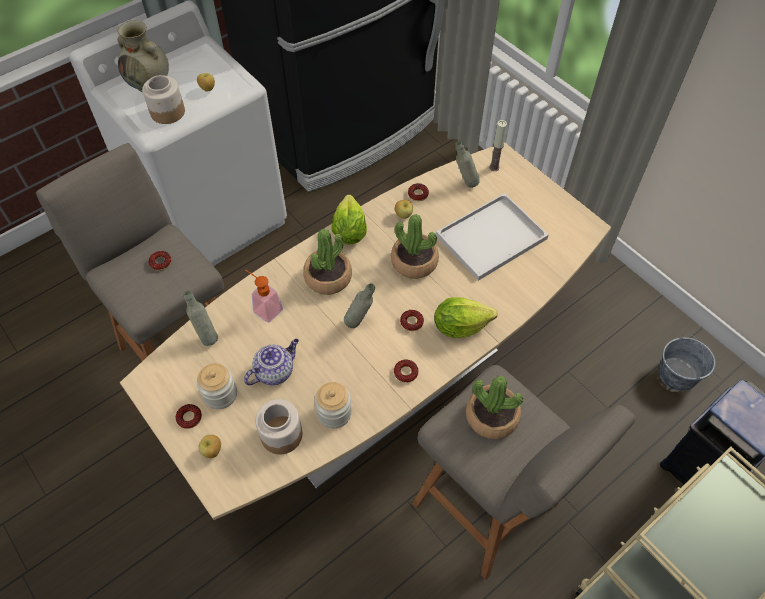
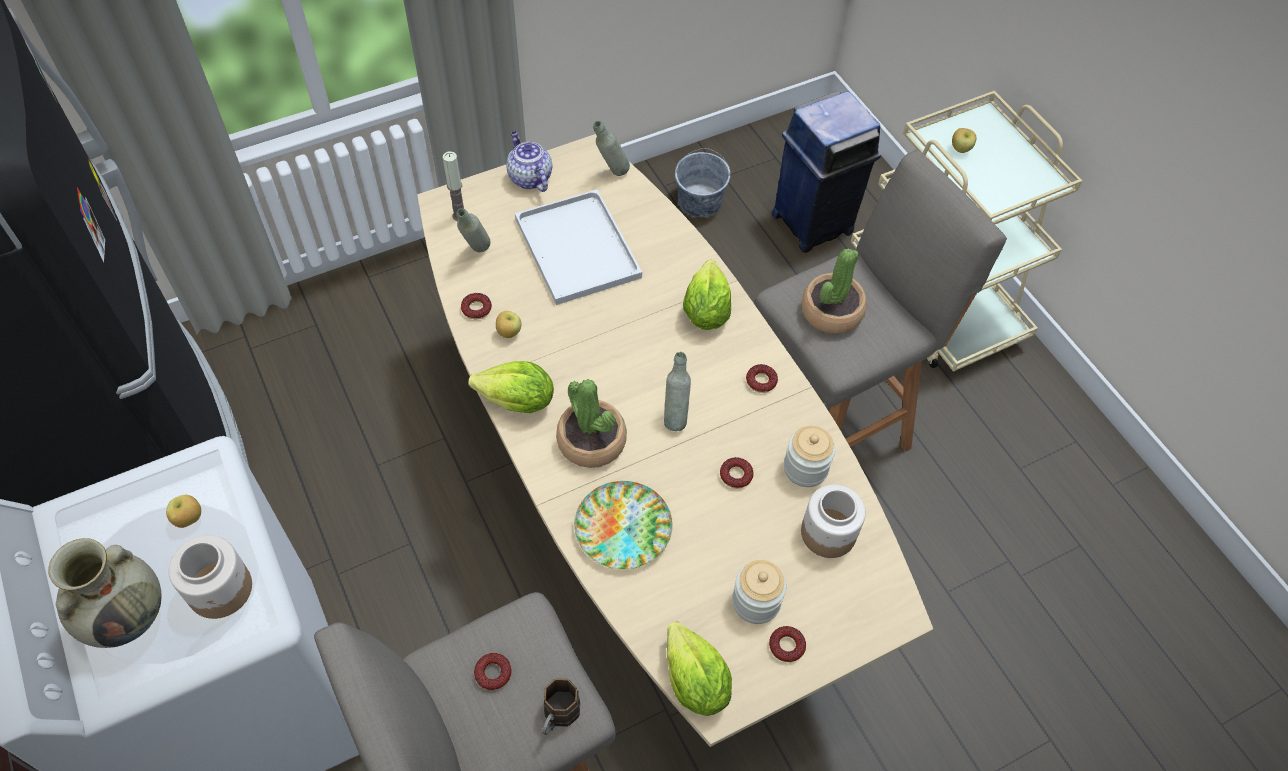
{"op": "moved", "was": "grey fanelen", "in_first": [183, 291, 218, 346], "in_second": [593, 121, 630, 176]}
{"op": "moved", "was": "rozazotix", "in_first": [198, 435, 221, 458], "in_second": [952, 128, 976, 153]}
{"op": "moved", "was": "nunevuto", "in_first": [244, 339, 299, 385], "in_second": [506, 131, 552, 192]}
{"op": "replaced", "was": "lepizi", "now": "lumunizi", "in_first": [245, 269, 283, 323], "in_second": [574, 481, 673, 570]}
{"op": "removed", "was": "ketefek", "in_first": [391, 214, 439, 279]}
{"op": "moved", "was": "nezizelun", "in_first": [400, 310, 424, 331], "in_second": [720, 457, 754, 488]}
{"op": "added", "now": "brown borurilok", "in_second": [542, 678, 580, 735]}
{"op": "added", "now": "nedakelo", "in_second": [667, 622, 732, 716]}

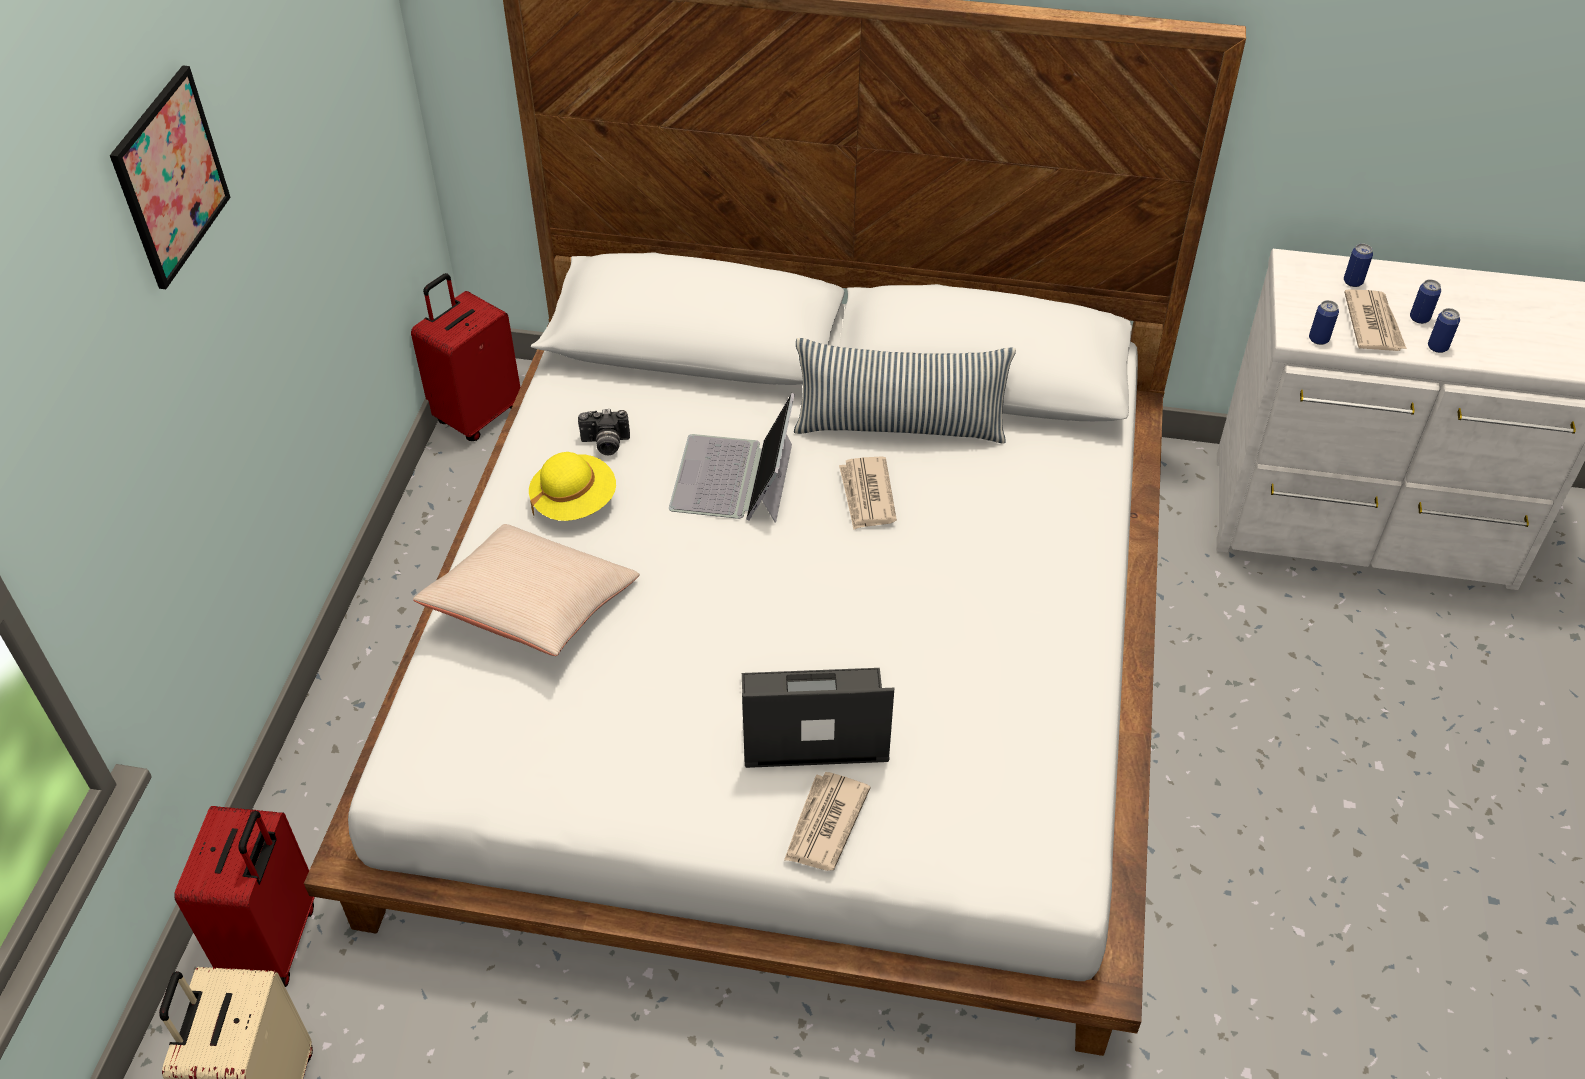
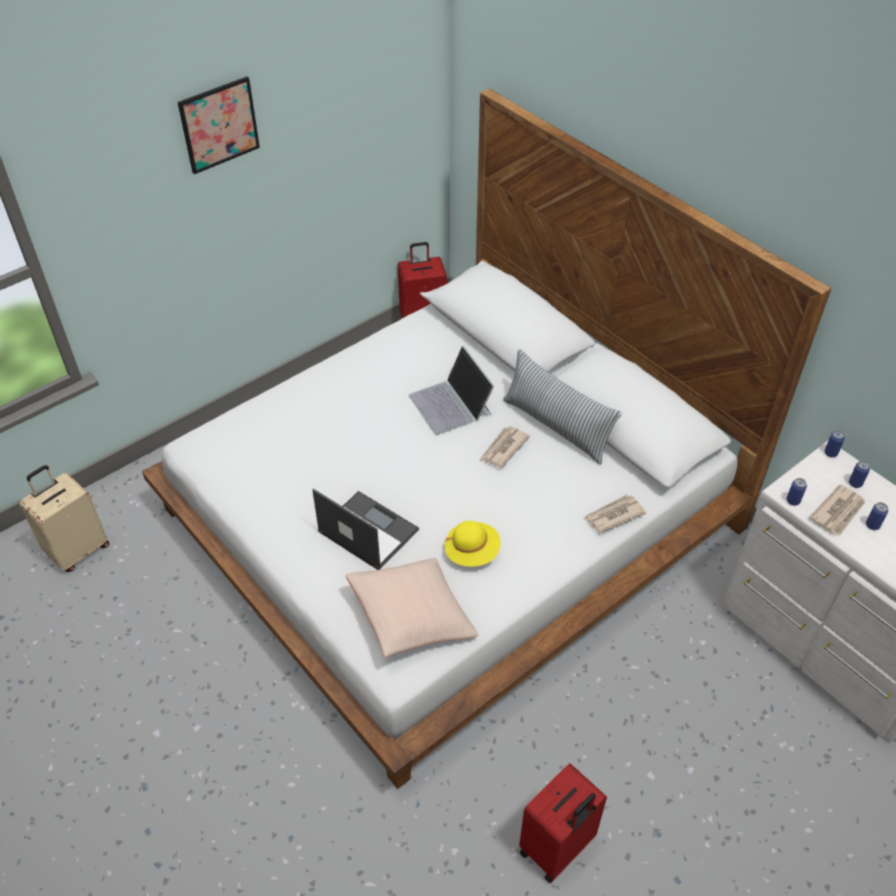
{"op": "moved", "was": "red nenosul", "in_first": [174, 806, 315, 987], "in_second": [519, 763, 607, 883]}
{"op": "moved", "was": "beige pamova", "in_first": [413, 524, 640, 656], "in_second": [345, 558, 478, 657]}
{"op": "moved", "was": "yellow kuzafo", "in_first": [529, 452, 616, 521], "in_second": [445, 521, 501, 567]}
{"op": "removed", "was": "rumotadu", "in_first": [578, 409, 630, 455]}
{"op": "turned", "was": "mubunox", "in_first": [669, 393, 795, 523], "in_second": [409, 346, 494, 435], "clockwise": -75}
{"op": "moved", "was": "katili", "in_first": [784, 772, 871, 871], "in_second": [584, 495, 646, 533]}
{"op": "moved", "was": "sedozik", "in_first": [1428, 308, 1460, 353], "in_second": [825, 430, 845, 457]}

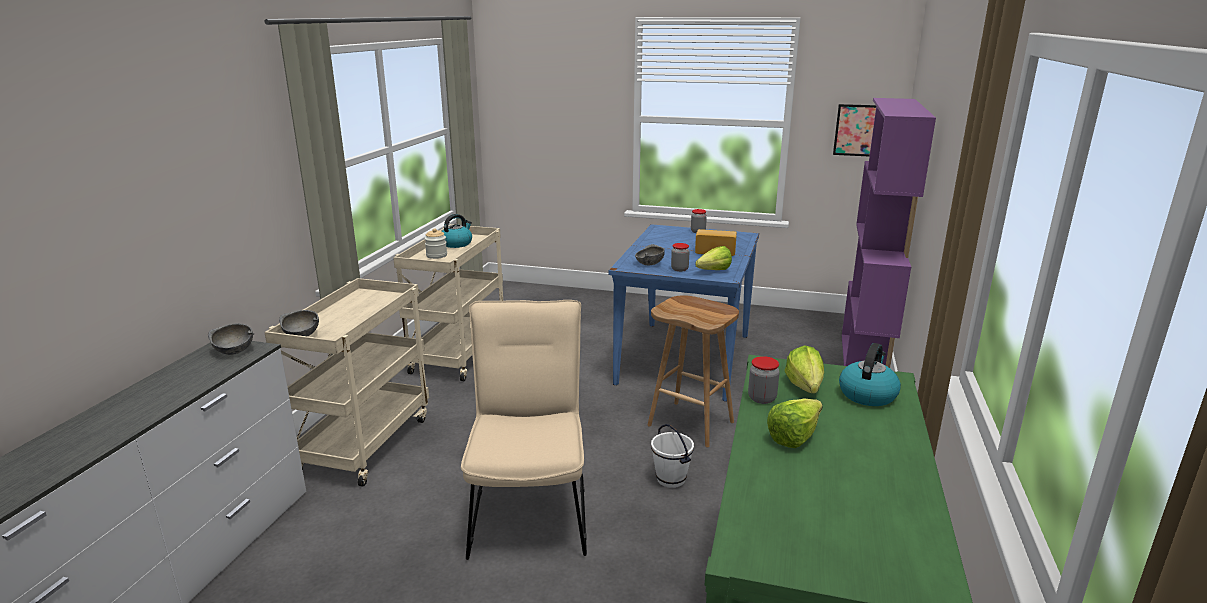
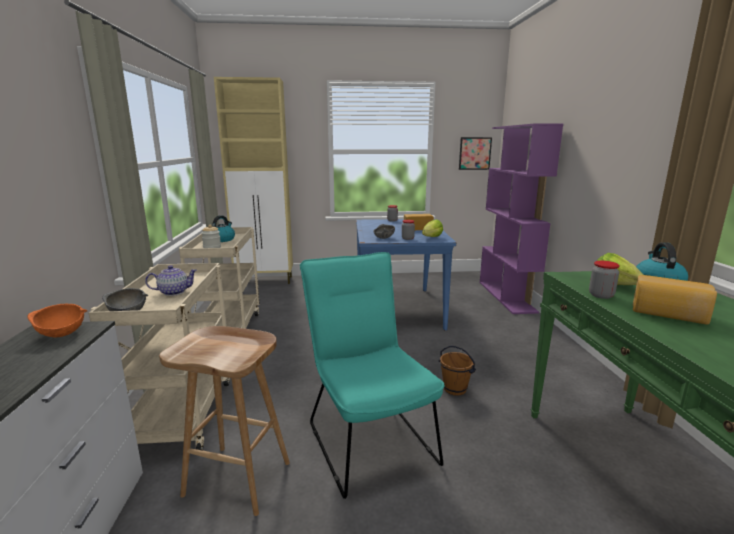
{"op": "recoloured", "was": "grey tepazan", "now": "orange tepazan", "in_first": [208, 323, 254, 355], "in_second": [27, 304, 87, 337]}
{"op": "recoloured", "was": "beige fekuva", "now": "turquoise fekuva", "in_first": [461, 300, 587, 560], "in_second": [300, 252, 445, 499]}
{"op": "moved", "was": "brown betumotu", "in_first": [647, 295, 739, 447], "in_second": [159, 326, 290, 516]}
{"op": "recoloured", "was": "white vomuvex", "now": "brown vomuvex", "in_first": [651, 424, 694, 488], "in_second": [438, 346, 476, 396]}
{"op": "replaced", "was": "nedakelo", "now": "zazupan", "in_first": [767, 399, 823, 448], "in_second": [633, 275, 717, 325]}
{"op": "added", "now": "nunevuto", "in_second": [145, 265, 197, 296]}
{"op": "added", "now": "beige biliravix", "in_second": [214, 77, 293, 284]}

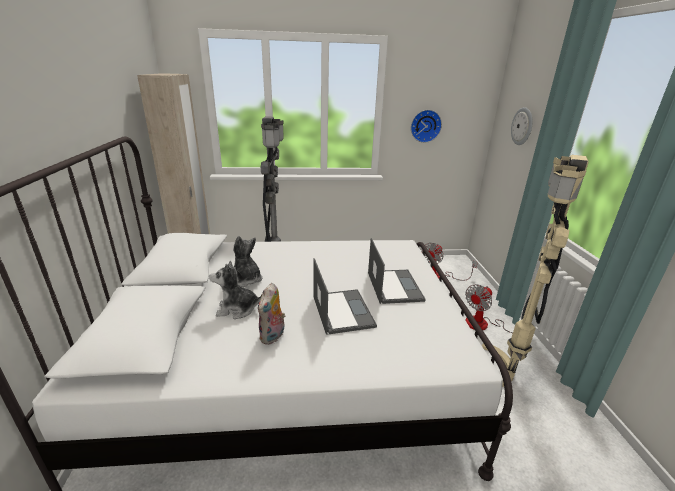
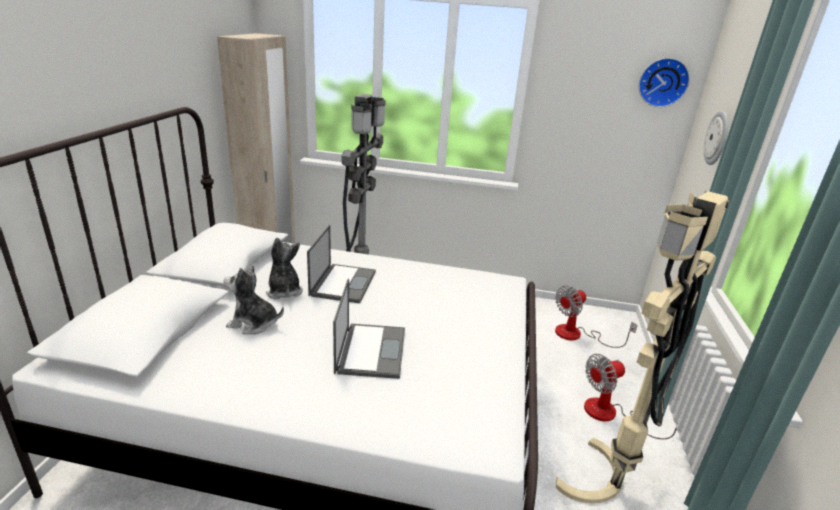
{"op": "removed", "was": "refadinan", "in_first": [258, 283, 285, 345]}
{"op": "moved", "was": "mubunox", "in_first": [368, 238, 426, 304], "in_second": [307, 225, 376, 303]}
{"op": "moved", "was": "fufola", "in_first": [411, 110, 442, 143], "in_second": [639, 58, 690, 107]}

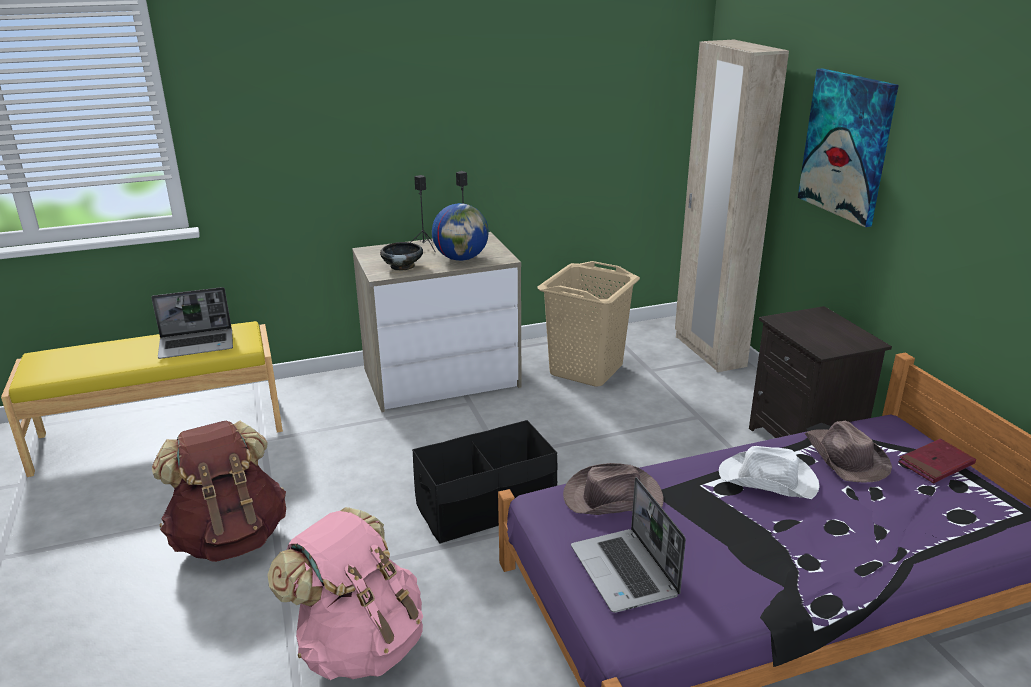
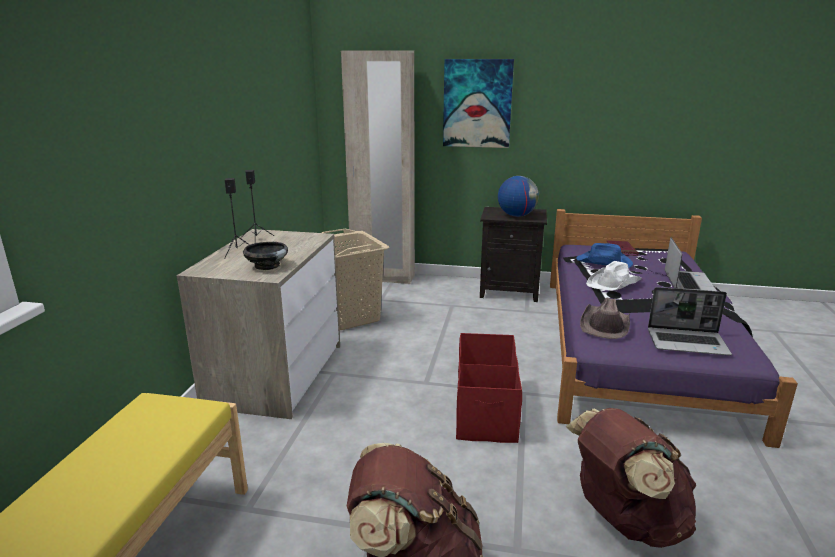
{"op": "moved", "was": "mubunox", "in_first": [151, 287, 233, 359], "in_second": [665, 237, 717, 291]}
{"op": "recoloured", "was": "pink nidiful", "now": "brown nidiful", "in_first": [267, 507, 423, 680], "in_second": [565, 408, 696, 548]}
{"op": "recoloured", "was": "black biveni", "now": "red biveni", "in_first": [412, 420, 557, 544], "in_second": [456, 333, 522, 443]}
{"op": "moved", "was": "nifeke", "in_first": [432, 203, 489, 261], "in_second": [498, 176, 539, 217]}
{"op": "recoloured", "was": "brown kuzafo", "now": "blue kuzafo", "in_first": [805, 420, 892, 482], "in_second": [576, 243, 633, 268]}

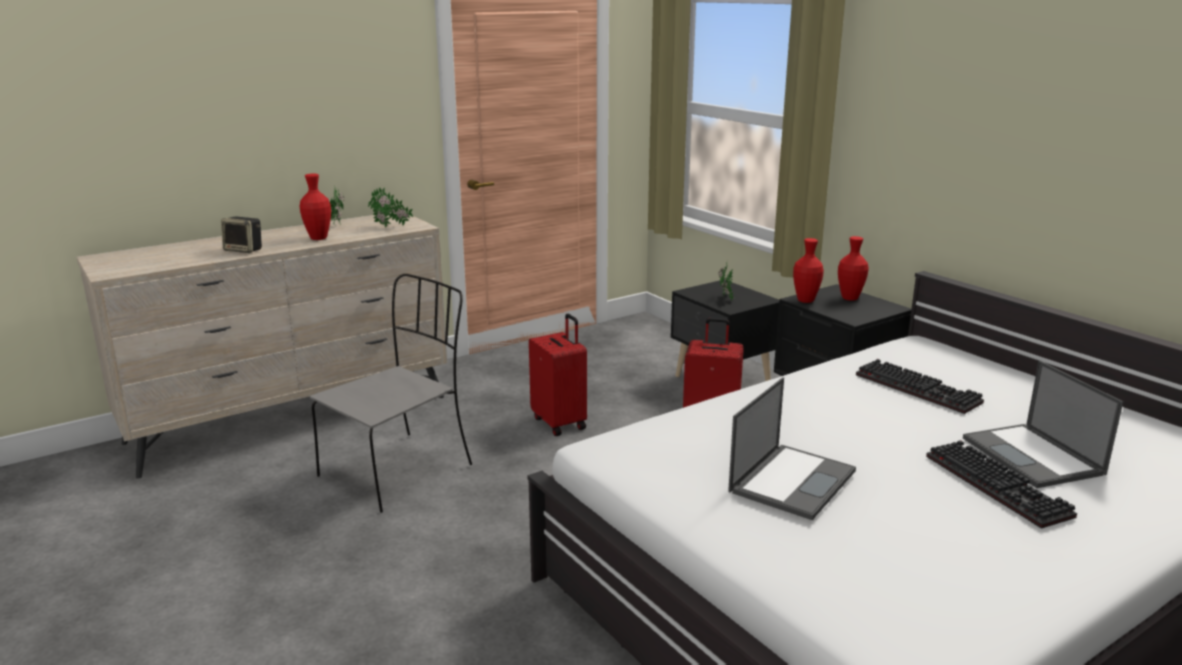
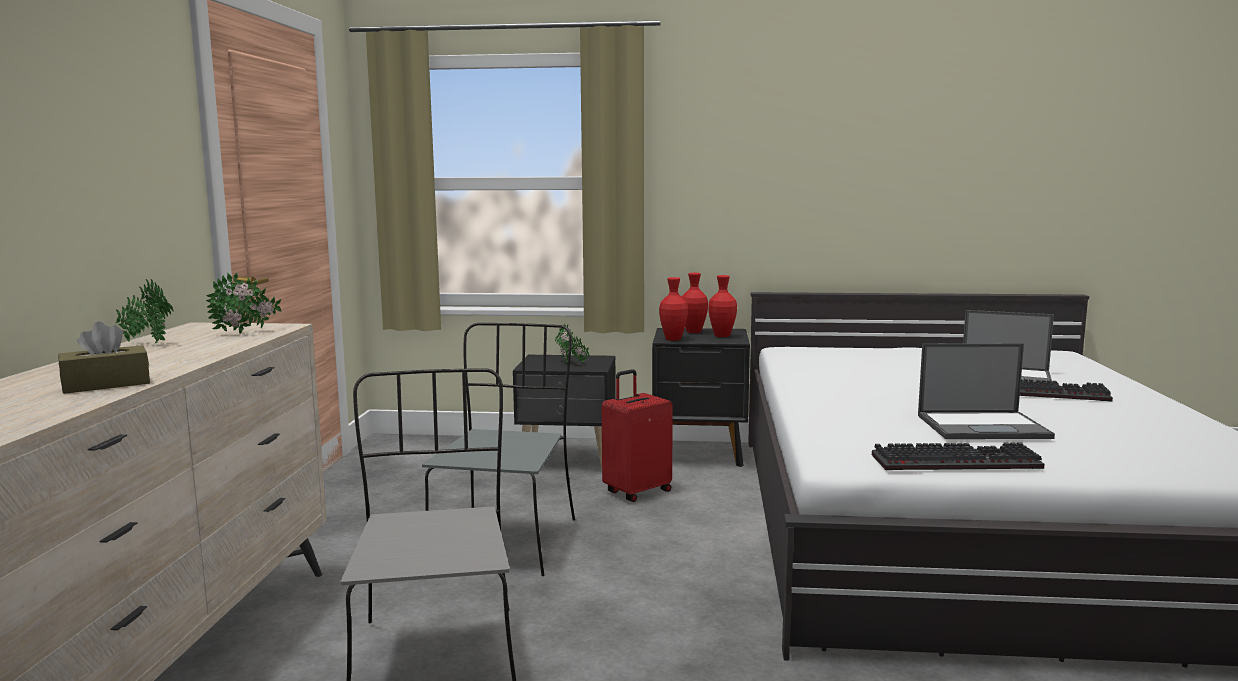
{"op": "replaced", "was": "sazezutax", "now": "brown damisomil", "in_first": [221, 217, 262, 253], "in_second": [58, 321, 150, 394]}
{"op": "moved", "was": "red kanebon", "in_first": [299, 174, 331, 240], "in_second": [709, 275, 737, 337]}
{"op": "replaced", "was": "red nenosul", "now": "grey fekuva", "in_first": [529, 314, 587, 436], "in_second": [422, 323, 575, 576]}
{"op": "turned", "was": "mubunox", "in_first": [728, 377, 856, 520], "in_second": [918, 343, 1055, 439], "clockwise": 105}
{"op": "moved", "was": "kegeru", "in_first": [856, 359, 984, 414], "in_second": [872, 442, 1045, 470]}

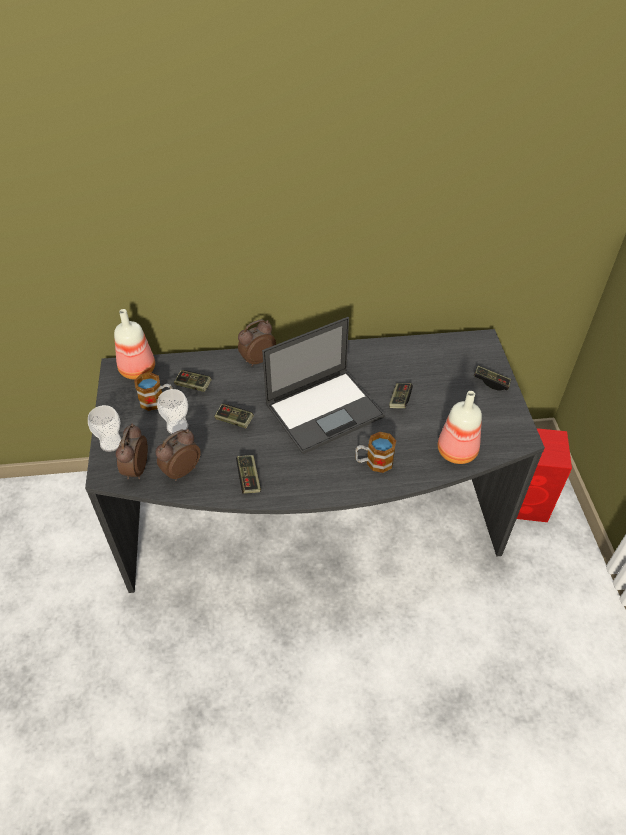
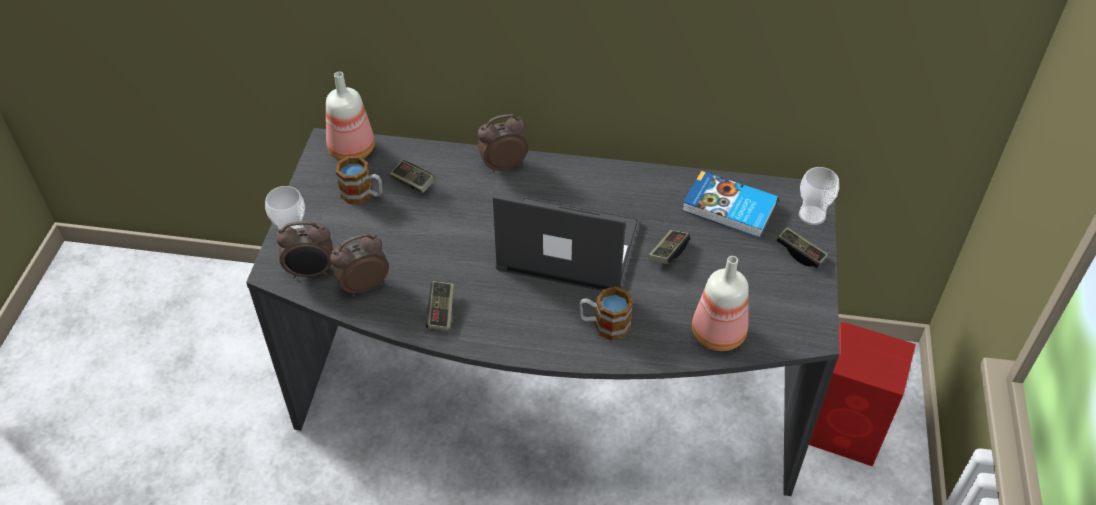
{"op": "turned", "was": "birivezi", "in_first": [116, 423, 148, 479], "in_second": [276, 221, 333, 279], "clockwise": -120}
{"op": "moved", "was": "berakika", "in_first": [157, 389, 188, 434], "in_second": [799, 167, 839, 225]}
{"op": "removed", "was": "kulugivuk", "in_first": [214, 404, 254, 428]}
{"op": "turned", "was": "mubunox", "in_first": [262, 317, 385, 454], "in_second": [493, 195, 640, 291], "clockwise": -150}
{"op": "added", "now": "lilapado", "in_second": [682, 171, 778, 238]}

